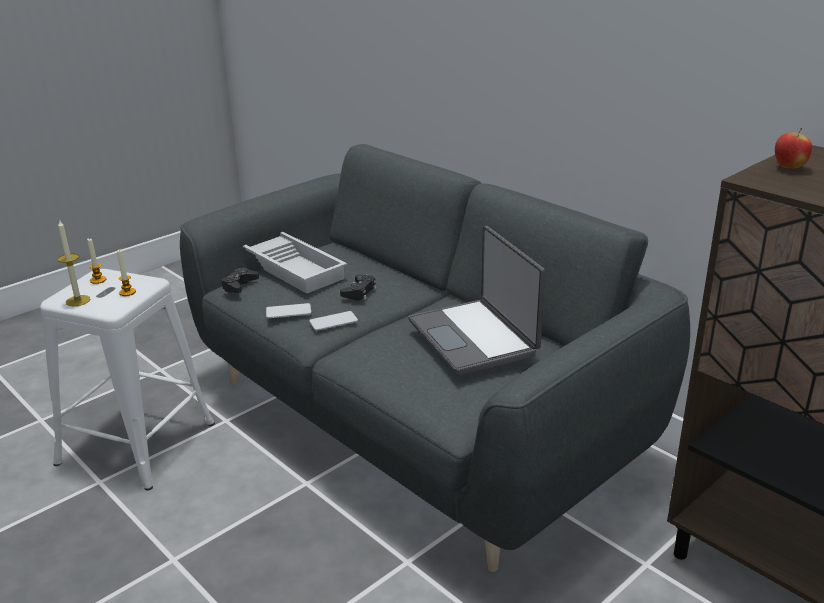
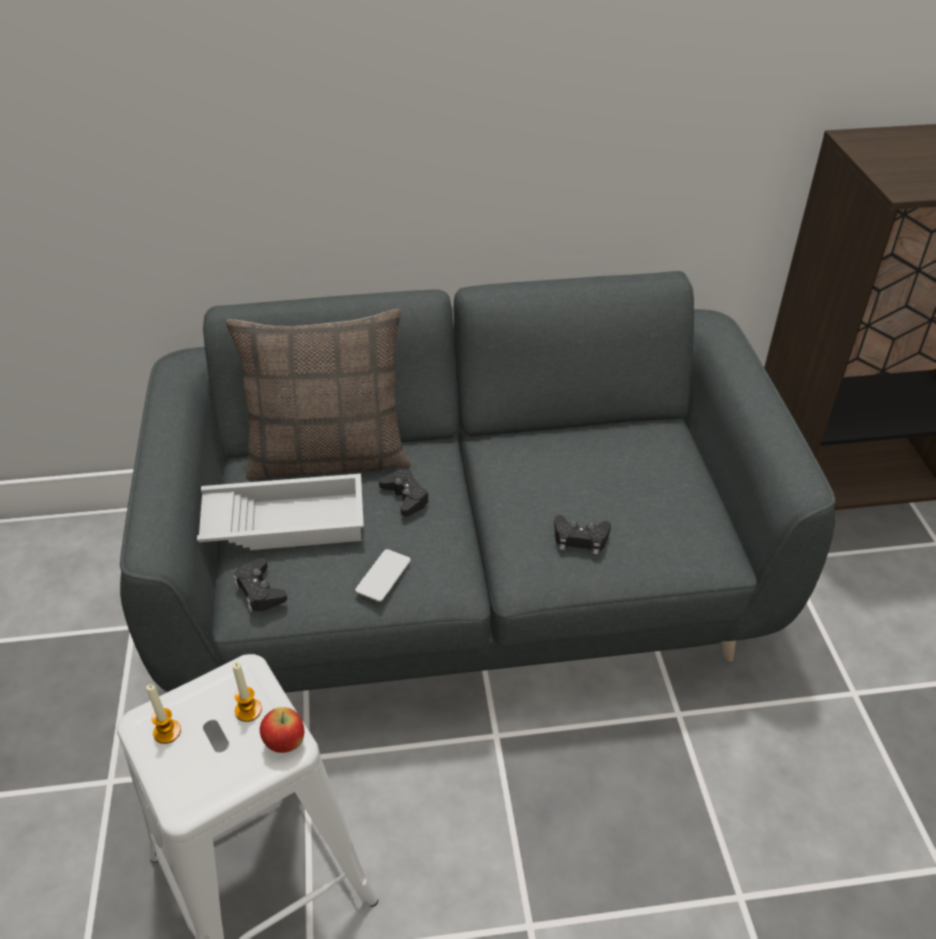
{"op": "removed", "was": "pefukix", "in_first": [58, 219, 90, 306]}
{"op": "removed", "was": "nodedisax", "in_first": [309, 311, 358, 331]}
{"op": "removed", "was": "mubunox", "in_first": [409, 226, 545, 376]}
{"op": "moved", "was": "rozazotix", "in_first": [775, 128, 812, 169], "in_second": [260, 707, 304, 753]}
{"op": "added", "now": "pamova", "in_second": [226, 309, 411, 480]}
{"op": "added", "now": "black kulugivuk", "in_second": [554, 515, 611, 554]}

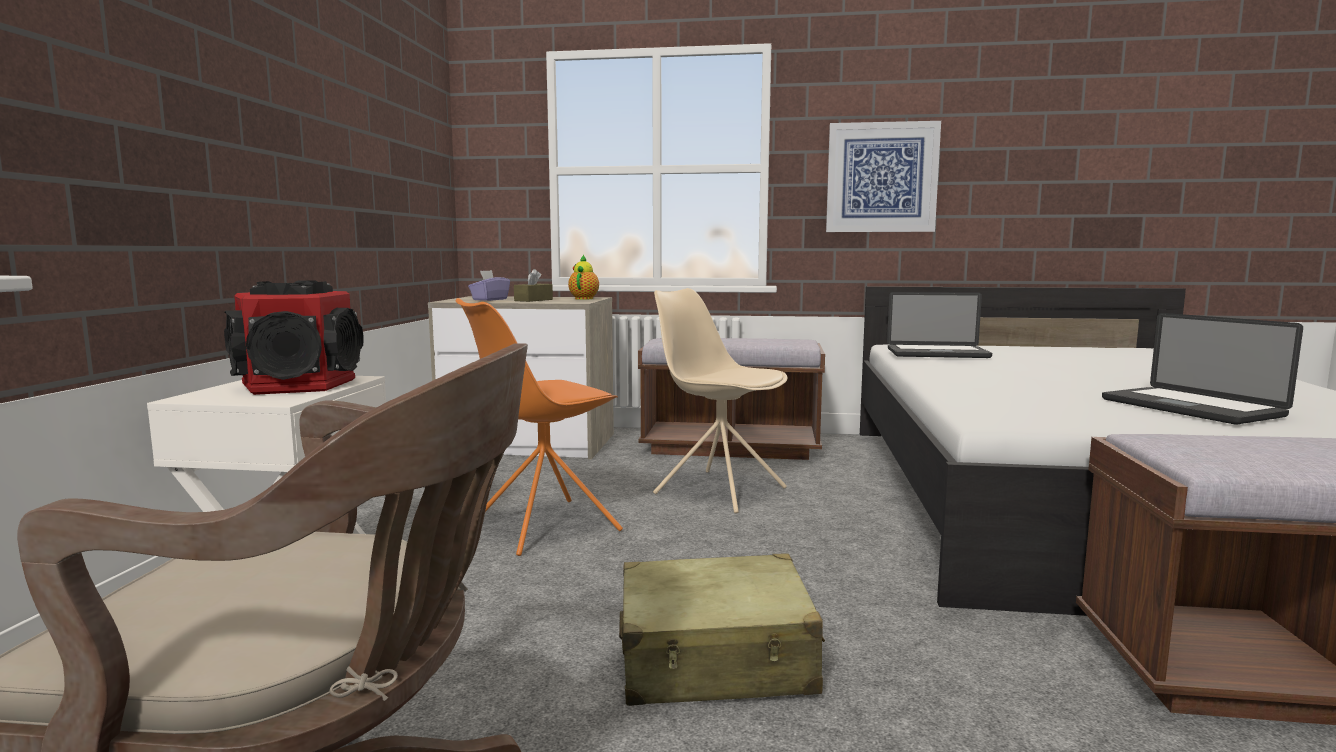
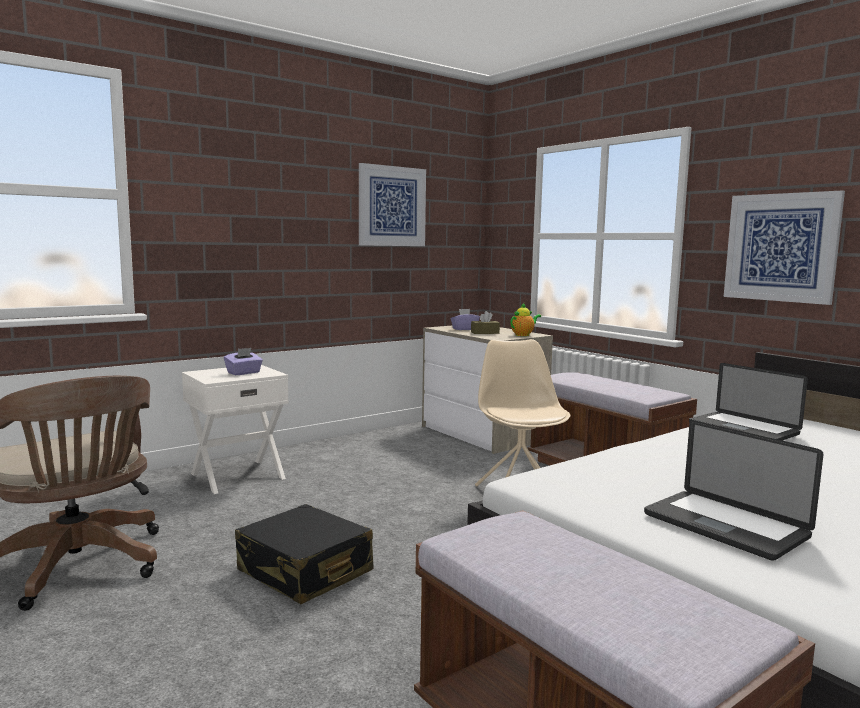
{"op": "replaced", "was": "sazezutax", "now": "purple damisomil", "in_first": [224, 280, 364, 395], "in_second": [224, 348, 263, 375]}
{"op": "removed", "was": "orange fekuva", "in_first": [456, 298, 623, 556]}
{"op": "recoloured", "was": "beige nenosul", "now": "black nenosul", "in_first": [619, 553, 825, 706], "in_second": [235, 504, 373, 604]}
{"op": "turned", "was": "mubunox", "in_first": [1102, 313, 1303, 425], "in_second": [644, 420, 824, 561], "clockwise": -60}
{"op": "added", "now": "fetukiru", "in_second": [359, 163, 426, 246]}

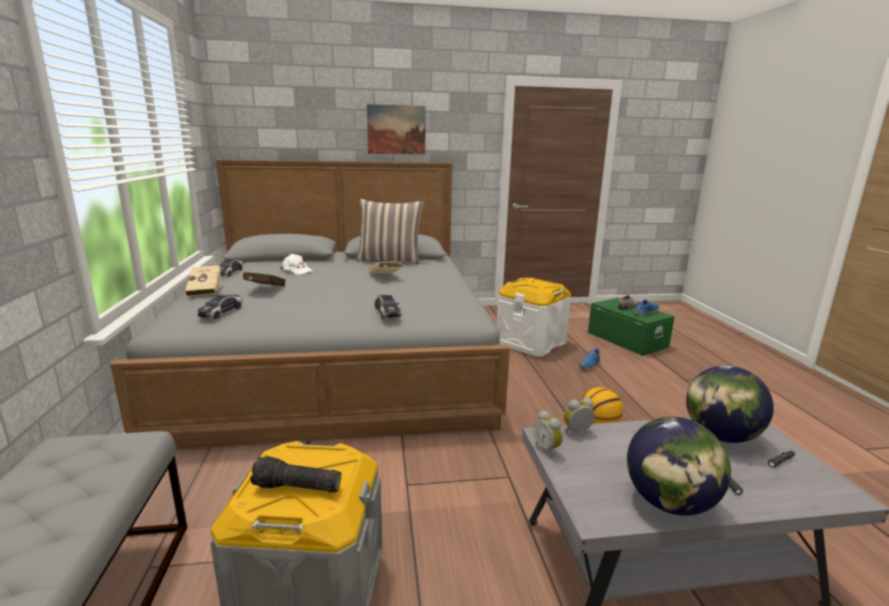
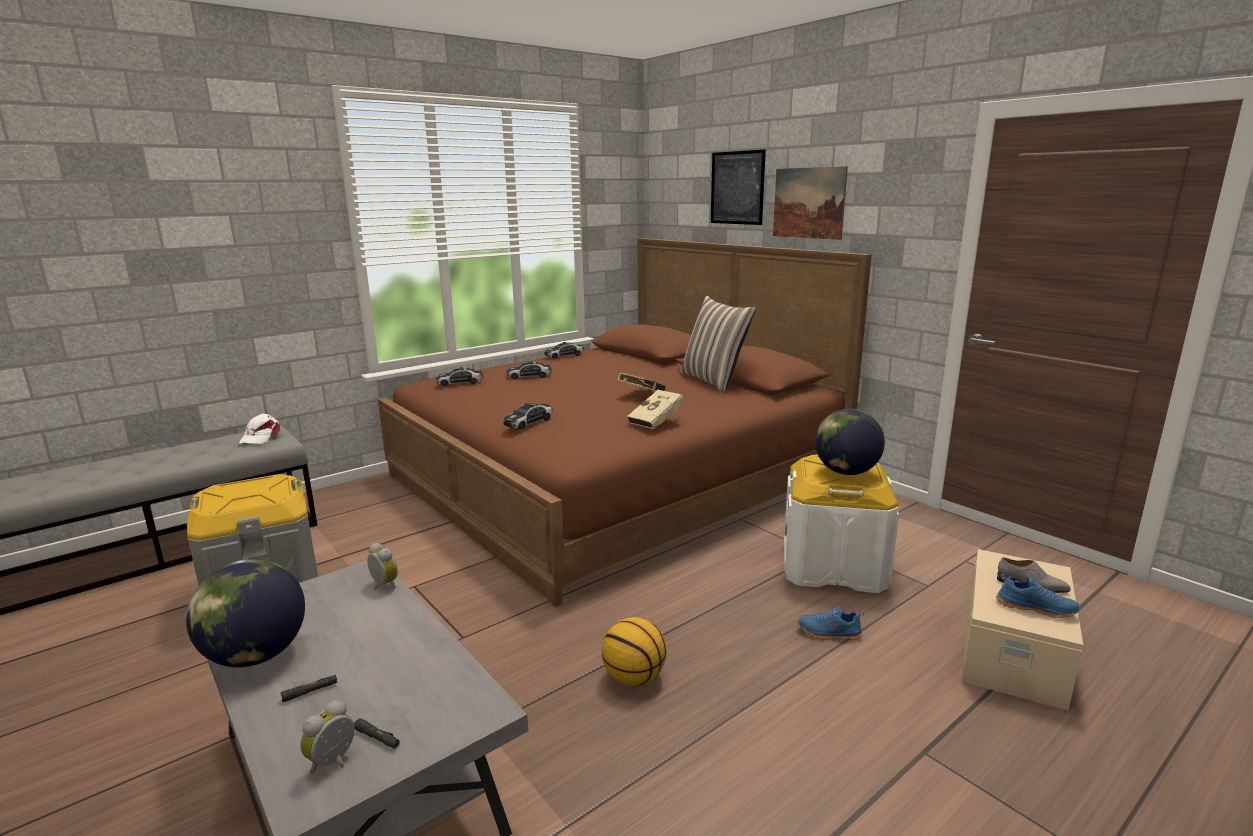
{"op": "recoloured", "was": "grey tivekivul", "now": "brown tivekivul", "in_first": [110, 160, 510, 449], "in_second": [378, 238, 872, 607]}
{"op": "moved", "was": "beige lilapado", "in_first": [185, 265, 221, 297], "in_second": [627, 390, 684, 429]}
{"op": "replaced", "was": "red lilapado", "now": "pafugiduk", "in_first": [243, 272, 286, 286], "in_second": [506, 361, 552, 379]}
{"op": "removed", "was": "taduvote", "in_first": [250, 456, 341, 492]}
{"op": "moved", "was": "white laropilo", "in_first": [280, 254, 313, 275], "in_second": [239, 413, 280, 444]}
{"op": "moved", "was": "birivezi", "in_first": [534, 410, 563, 457], "in_second": [300, 700, 355, 773]}
{"op": "recoloured", "was": "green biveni", "now": "beige biveni", "in_first": [588, 298, 675, 356], "in_second": [962, 549, 1083, 711]}
{"op": "moved", "was": "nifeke", "in_first": [686, 366, 774, 443], "in_second": [815, 409, 885, 475]}
{"op": "added", "now": "fetukiru", "in_second": [711, 150, 766, 225]}

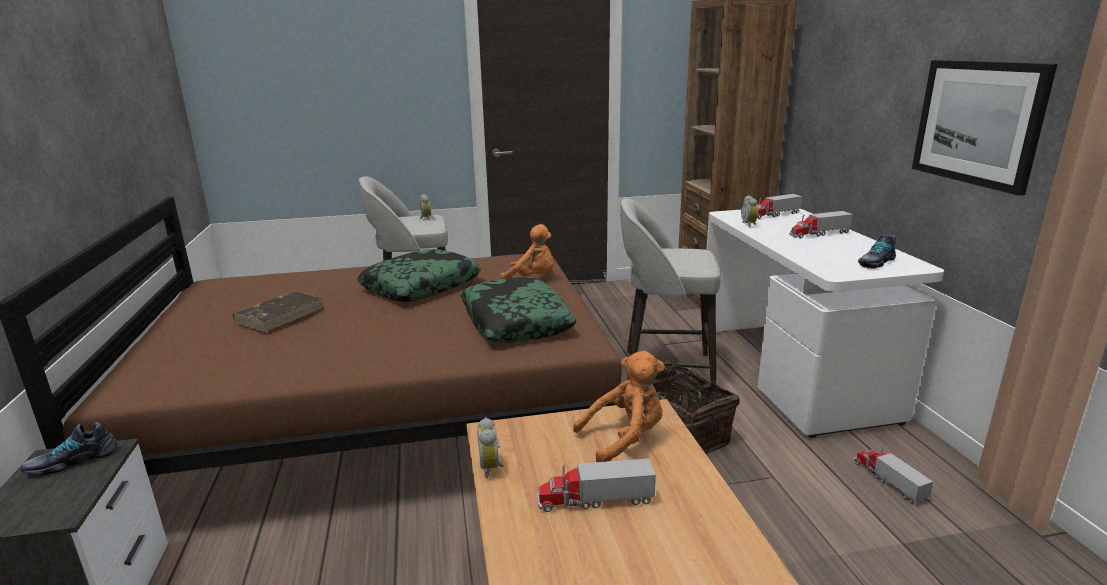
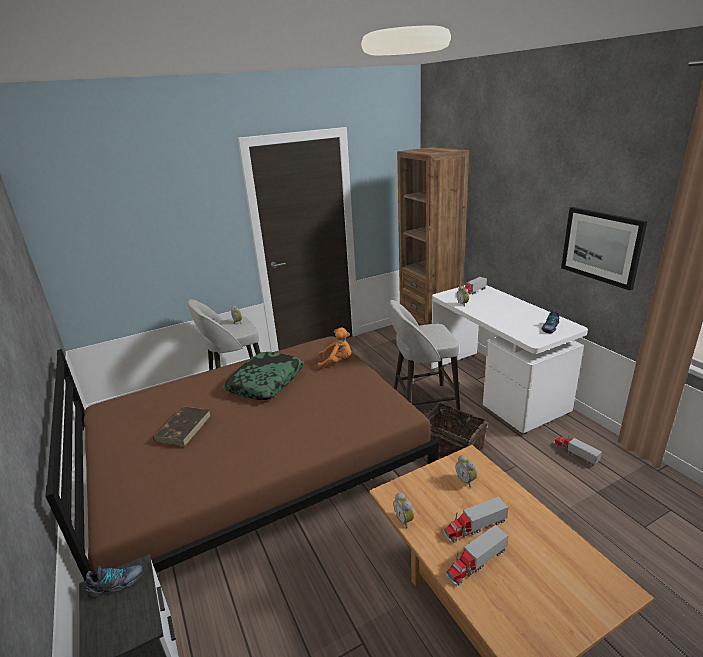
{"op": "turned", "was": "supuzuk", "in_first": [20, 422, 117, 476], "in_second": [84, 565, 144, 598], "clockwise": -150}
{"op": "removed", "was": "pamova", "in_first": [461, 277, 577, 343]}
{"op": "replaced", "was": "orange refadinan", "now": "birivezi", "in_first": [573, 351, 665, 462], "in_second": [455, 455, 477, 487]}
{"op": "moved", "was": "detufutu", "in_first": [789, 211, 853, 239], "in_second": [445, 525, 509, 586]}

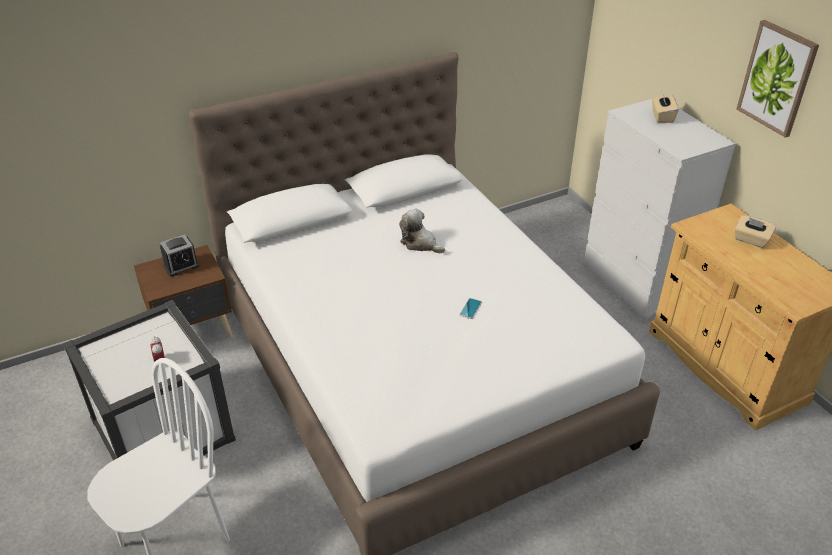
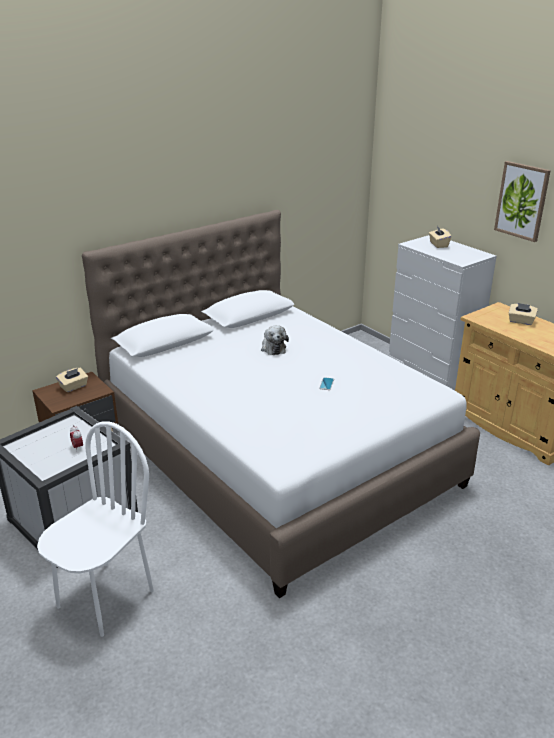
{"op": "replaced", "was": "birivezi", "now": "beige damisomil", "in_first": [160, 234, 199, 277], "in_second": [56, 368, 88, 392]}
{"op": "turned", "was": "refadinan", "in_first": [399, 209, 445, 253], "in_second": [261, 325, 289, 355], "clockwise": -135}

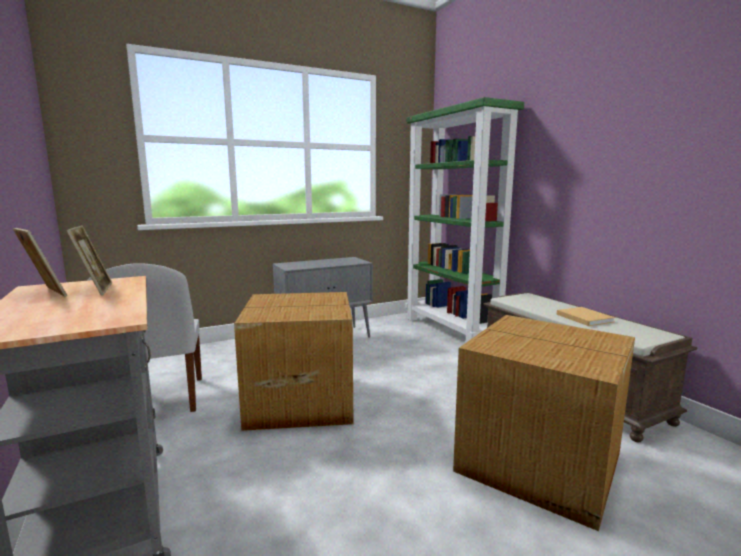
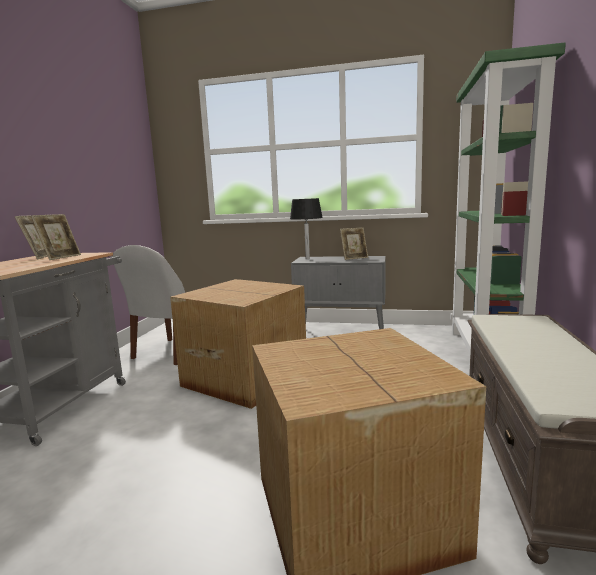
{"op": "removed", "was": "beige lilapado", "in_first": [557, 307, 615, 326]}
{"op": "added", "now": "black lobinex", "in_second": [290, 198, 323, 259]}
{"op": "added", "now": "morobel", "in_second": [340, 228, 368, 260]}

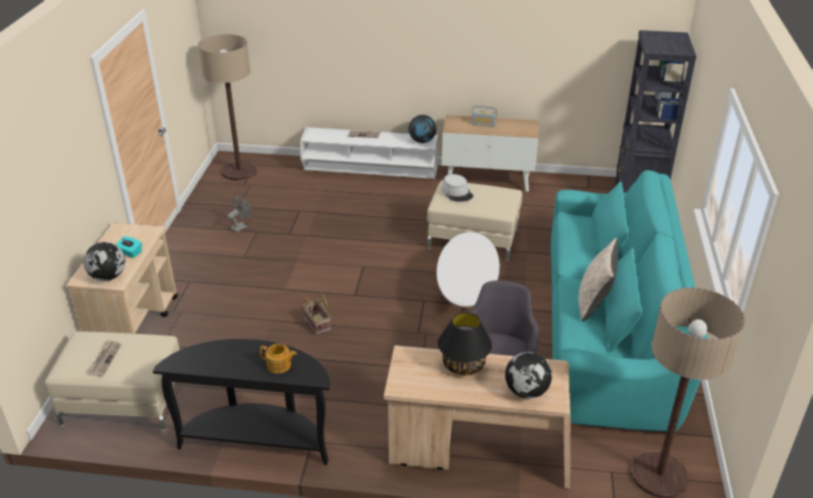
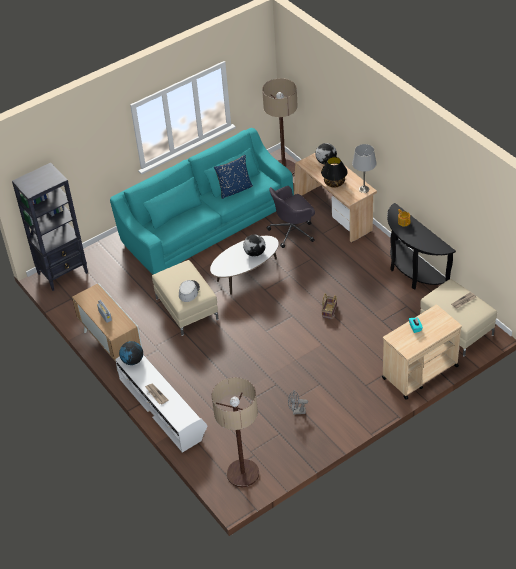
{"op": "moved", "was": "nifeke", "in_first": [84, 242, 125, 281], "in_second": [243, 234, 266, 257]}
{"op": "recoloured", "was": "beige pamova", "now": "blue pamova", "in_first": [578, 238, 618, 321], "in_second": [214, 155, 253, 199]}
{"op": "added", "now": "grey lobinex", "in_second": [352, 144, 377, 193]}

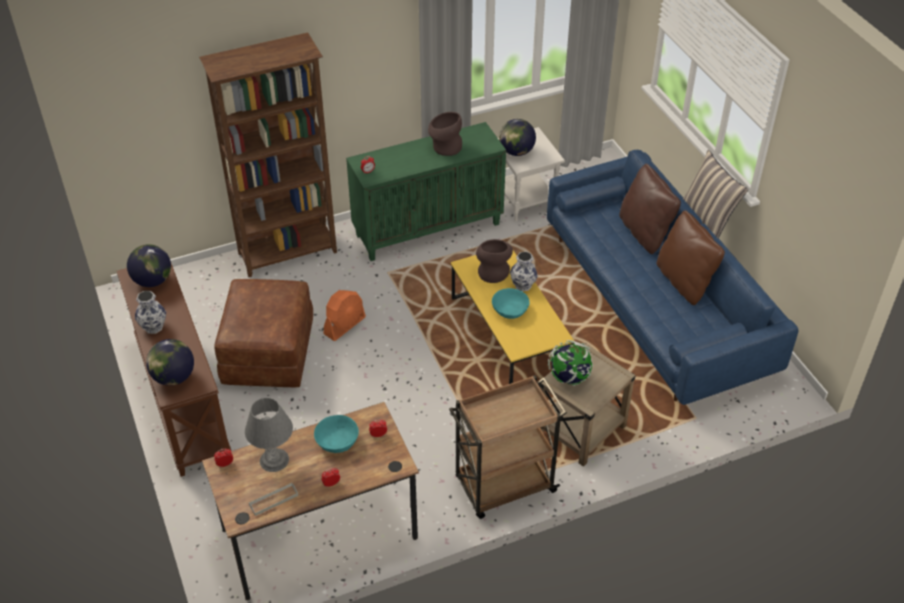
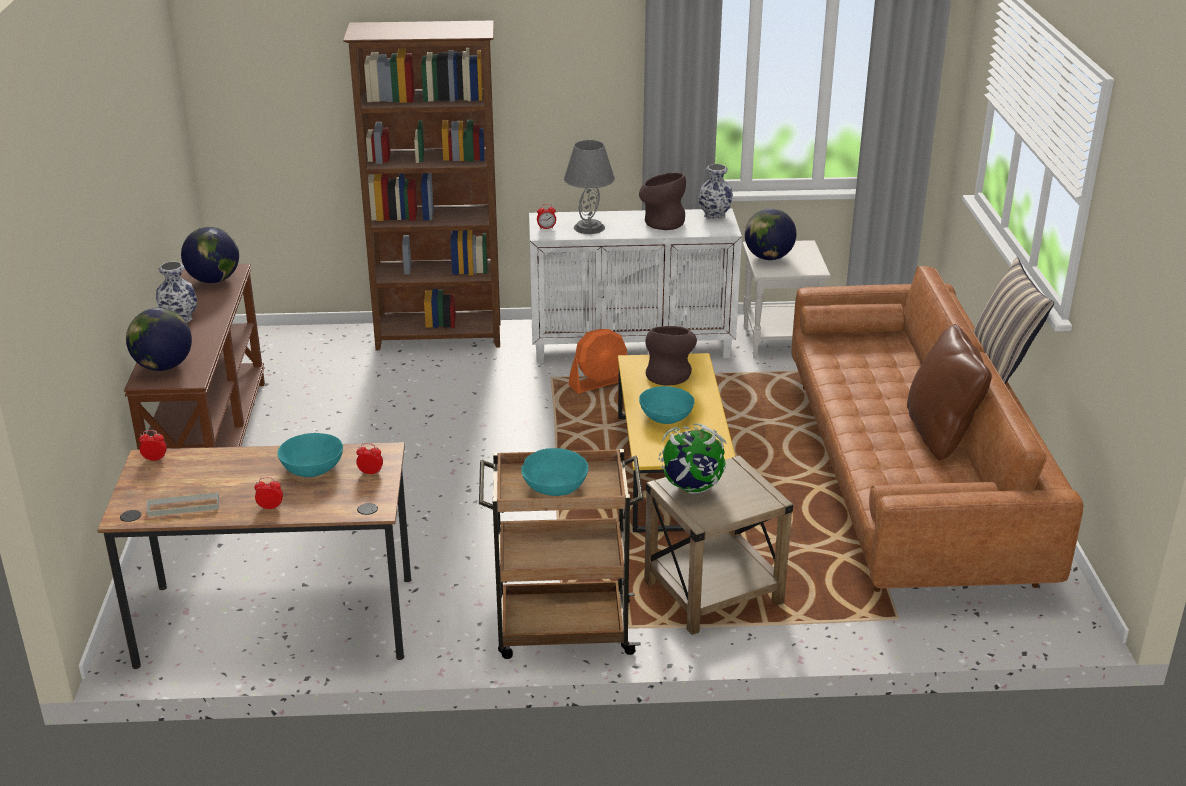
{"op": "removed", "was": "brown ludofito", "in_first": [214, 279, 313, 387]}
{"op": "moved", "was": "grey lobinex", "in_first": [245, 398, 293, 472], "in_second": [564, 140, 615, 234]}
{"op": "moved", "was": "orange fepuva", "in_first": [324, 290, 366, 341], "in_second": [568, 329, 627, 394]}
{"op": "recoloured", "was": "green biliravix", "now": "white biliravix", "in_first": [346, 122, 506, 261], "in_second": [529, 209, 742, 363]}
{"op": "moved", "was": "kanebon", "in_first": [510, 251, 538, 291], "in_second": [698, 164, 733, 220]}
{"op": "recoloured", "was": "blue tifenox", "now": "brown tifenox", "in_first": [547, 150, 799, 405], "in_second": [792, 266, 1083, 592]}
{"op": "removed", "was": "brown pamova", "in_first": [619, 164, 681, 254]}
{"op": "added", "now": "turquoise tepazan", "in_second": [521, 448, 588, 496]}

